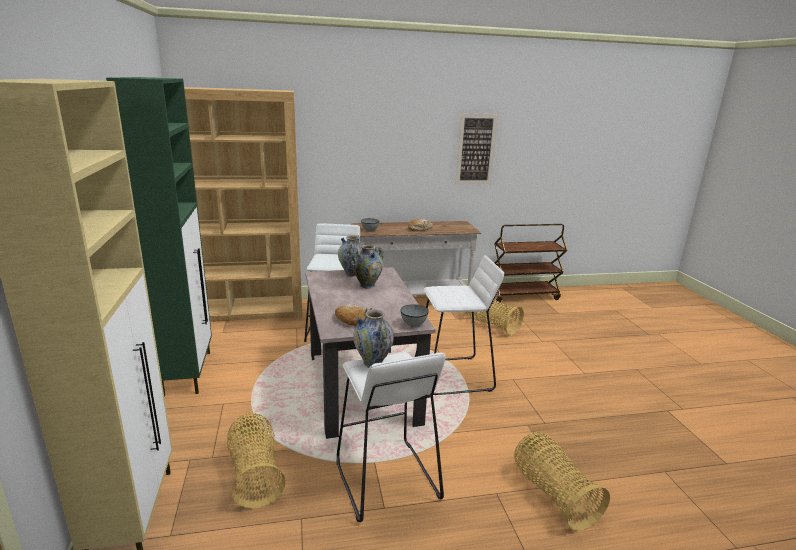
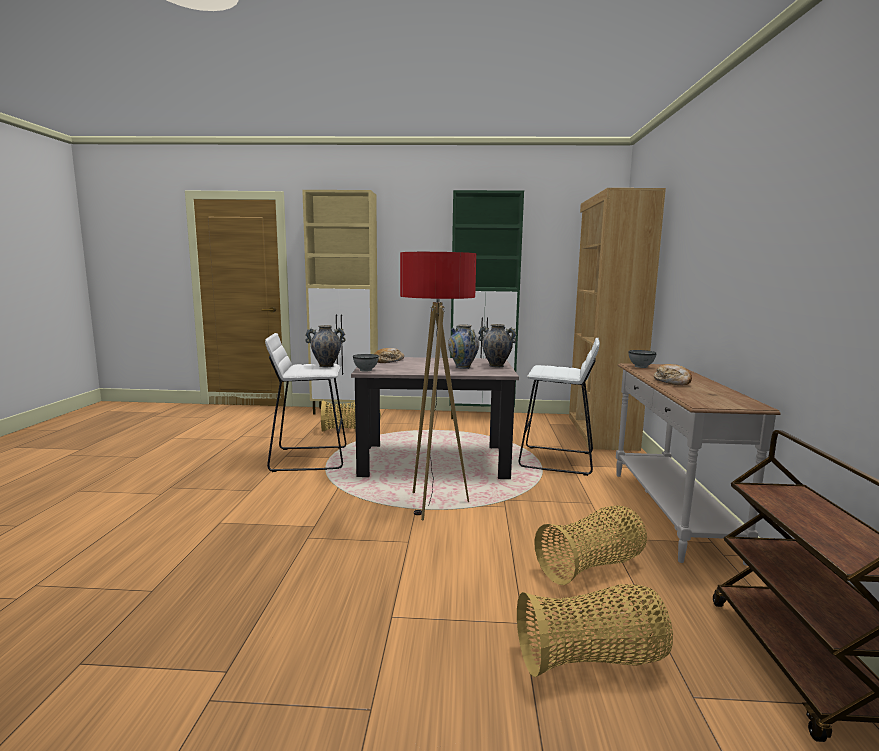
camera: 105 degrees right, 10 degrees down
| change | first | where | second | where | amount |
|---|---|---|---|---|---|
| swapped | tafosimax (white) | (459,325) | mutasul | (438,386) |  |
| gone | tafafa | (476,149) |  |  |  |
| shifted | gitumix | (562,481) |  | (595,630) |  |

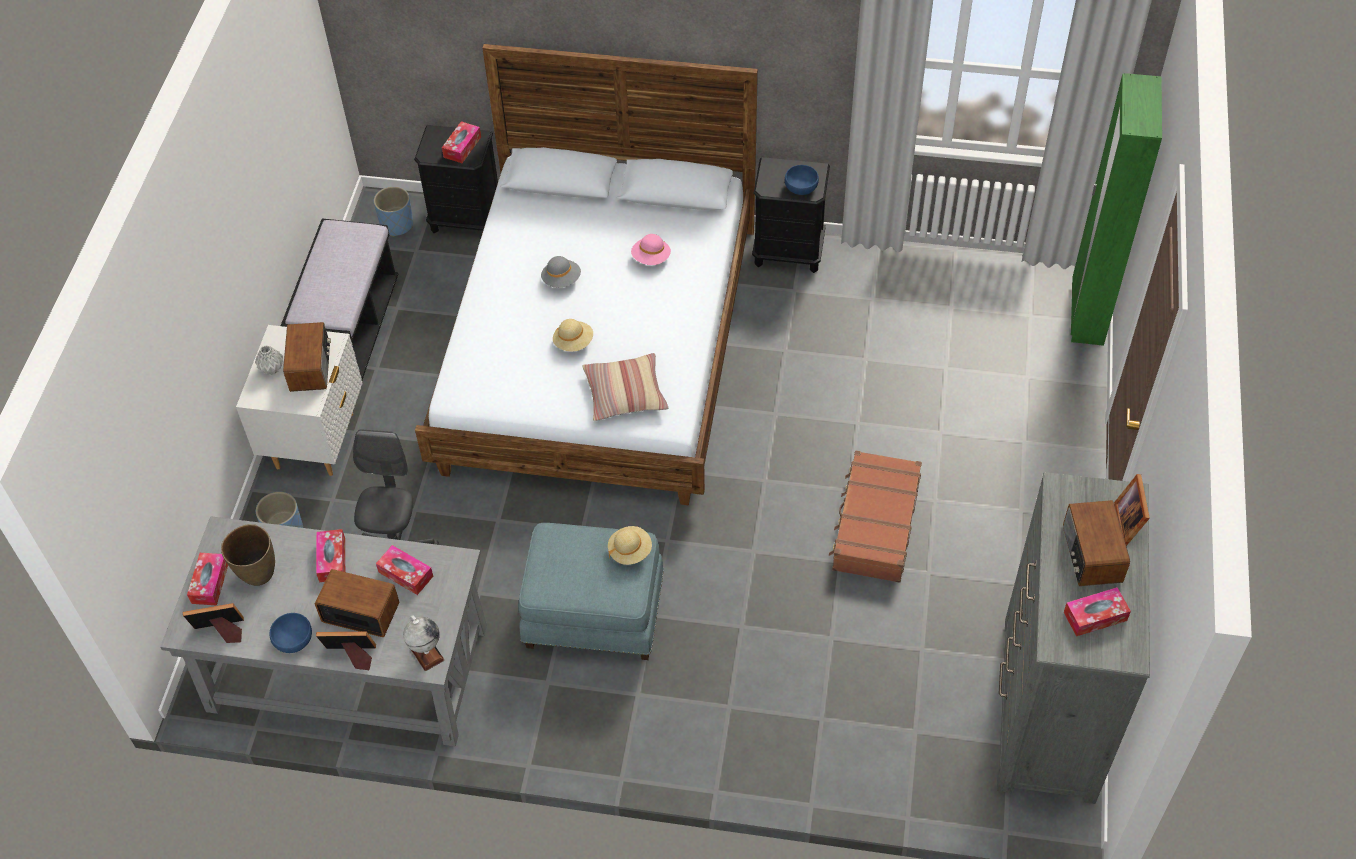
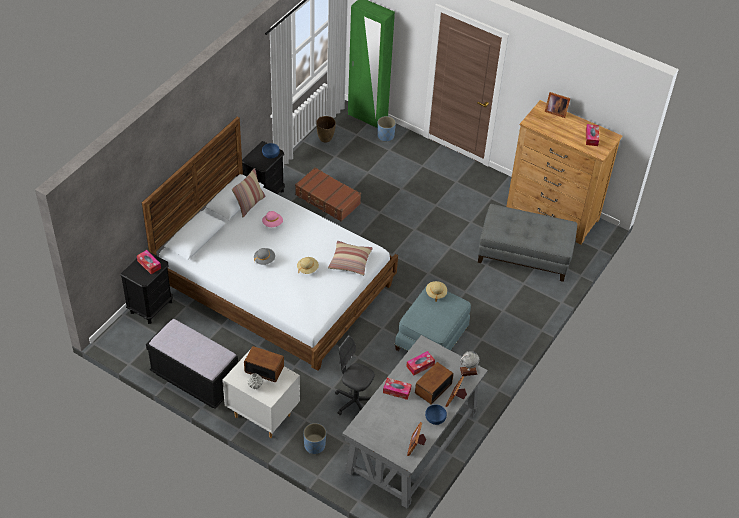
camera: 70 degrees left, 5 degrees down
| change | first | where | second | where | amount |
|---|---|---|---|---|---|
| gone | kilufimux | (207,579) |  |  |  |
| shifted | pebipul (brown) | (248,555) |  | (326,129) |  |
| shifted | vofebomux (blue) | (393,211) |  | (386,128) |  |
| shifted | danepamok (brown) | (875,517) |  | (328,194) |  |
| repainted | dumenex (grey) | (1073,638) | dumenex (brown) | (564,172) |  |
| gone | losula | (1096,543) |  |  |  |
| new |  |  | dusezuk | (248,193) |  |
| new |  |  | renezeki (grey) | (527,243) |  |

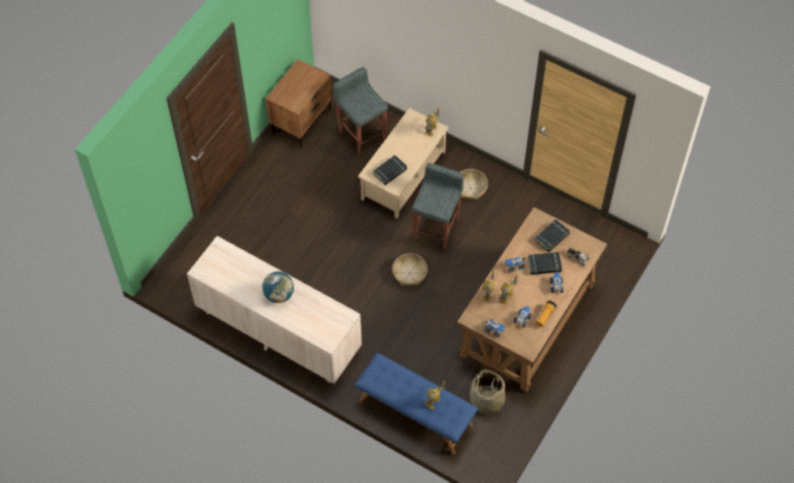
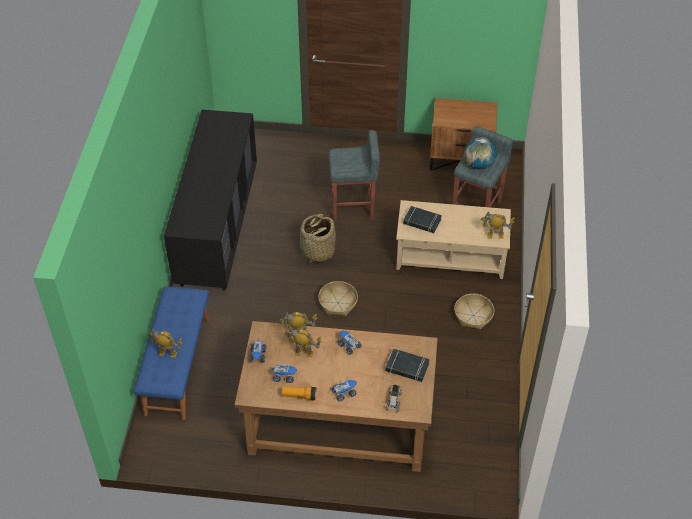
camera: 65 degrees right, 10 degrees down
| change | first | where | second | where | amount |
|---|---|---|---|---|---|
| repainted | dumenex (beige) | (274,310) | dumenex (black) | (210,200) |  |
| shifted | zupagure | (278,287) |  | (480,153) |  |
| shifted | tafosimax (grey) | (438,206) |  | (354,175) |  |
| shifted | gitumix | (487,392) |  | (318,238) |  |
| gone | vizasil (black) | (545,263) |  |  |  |

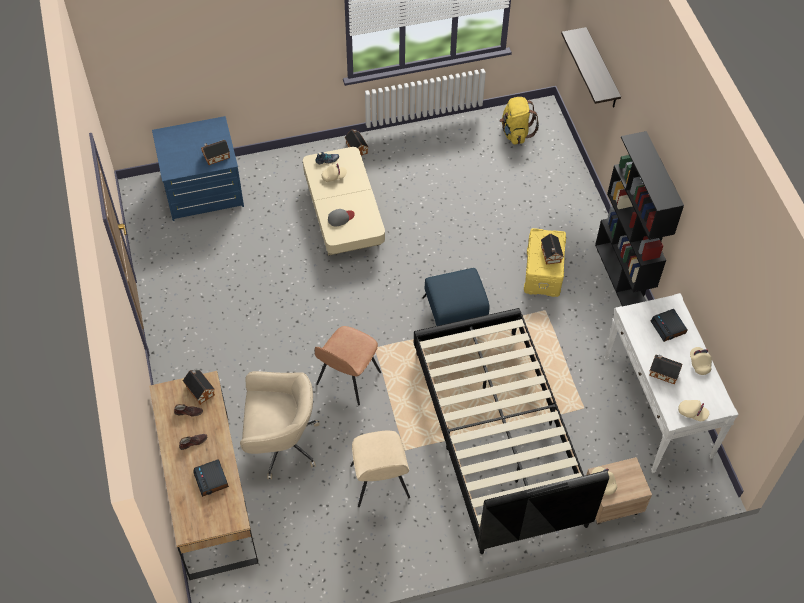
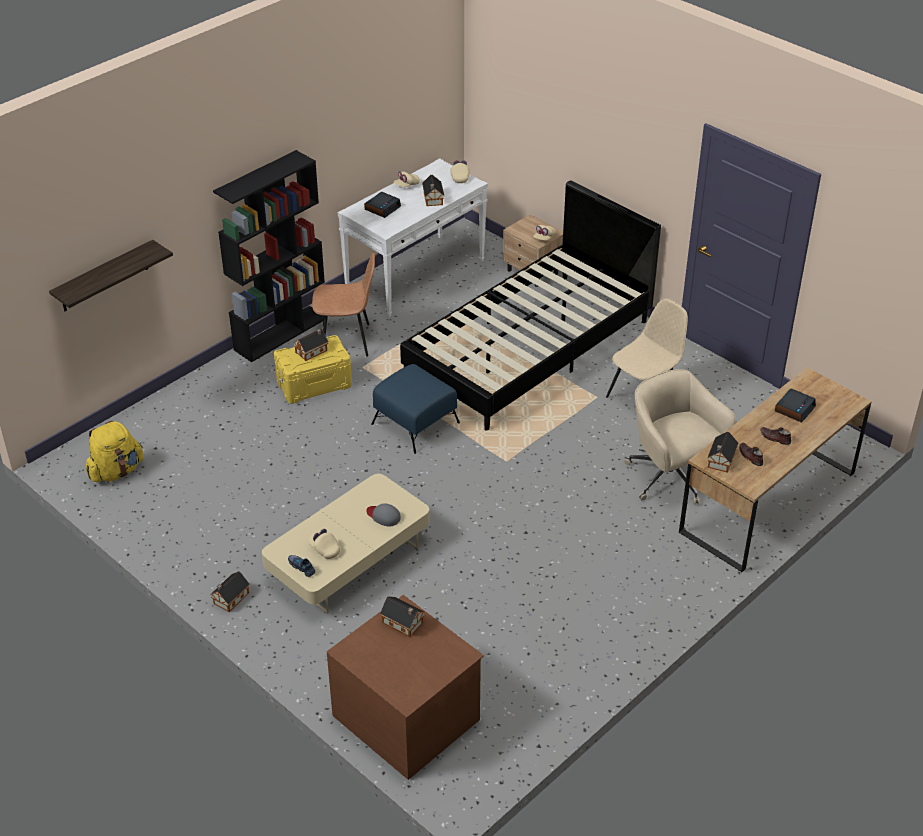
camera: 120 degrees left, 15 degrees down
| change | first | where | second | where | amount |
|---|---|---|---|---|---|
| repainted | dumenex (blue) | (198,168) | dumenex (brown) | (405,687) |  |
| shifted | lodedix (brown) | (348,366) |  | (343,304) |  |

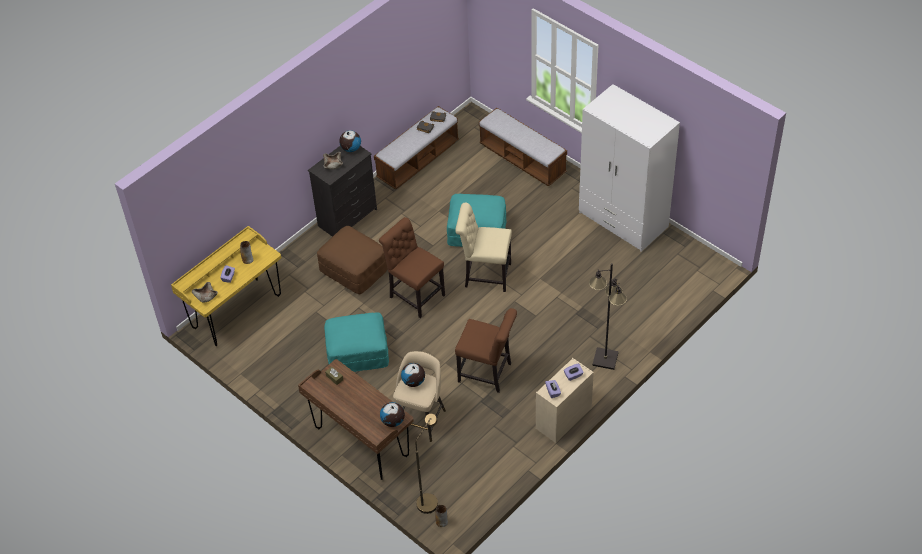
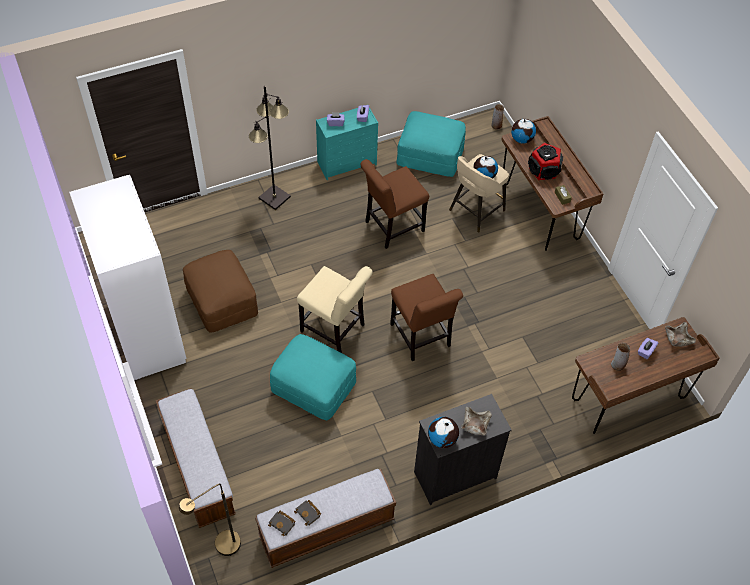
camera: 160 degrees left, 5 degrees up
| change | first | where | second | where | amount |
|---|---|---|---|---|---|
| repainted | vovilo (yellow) | (226,286) | vovilo (brown) | (646,375) |  |
| shifted | renezeki (brown) | (352,260) |  | (220,291) |  |
| shifted | renezeki (turquoise) | (356,342) |  | (431,144) |  |
| shifted | mutasul (brown) | (426,464) |  | (210,519) |  |
| rotated | lodedix (brown) | (486,350) |  | (394,204) | 75 degrees counterclockwise |
| repainted | dumenex (beige) | (565,400) | dumenex (turquoise) | (347,144) |  |
| new |  |  | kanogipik | (545,161) |  |

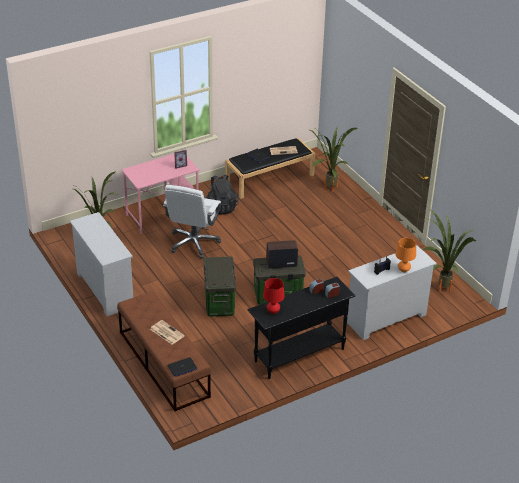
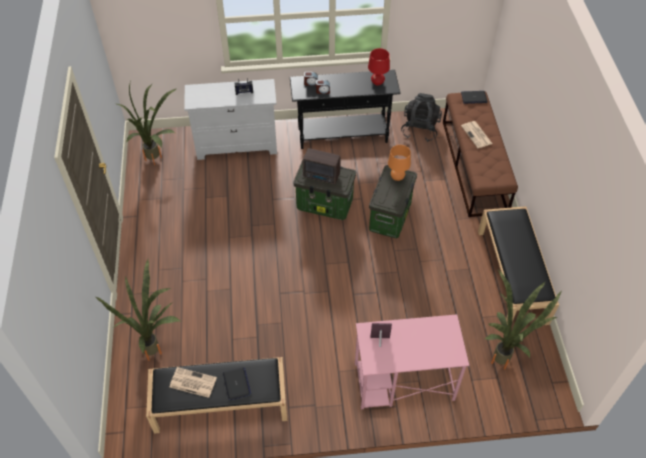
camera: 155 degrees left, 15 degrees up
| change | first | where | second | where | amount |
|---|---|---|---|---|---|
| swapped | dumenex (white) | (101,264) | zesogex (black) | (518,265) |  |
| gone | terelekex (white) | (192,221) |  |  |  |
| shifted | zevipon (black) | (221,195) |  | (421,117) |  |
| shifted | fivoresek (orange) | (406,255) |  | (399,163) |  |

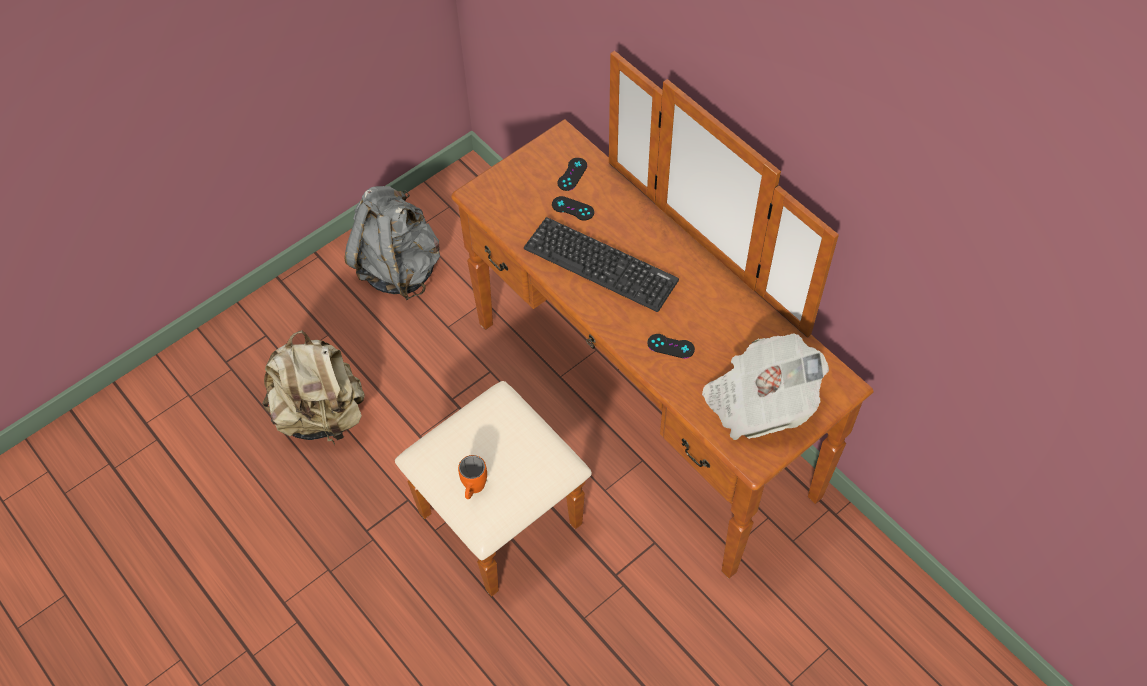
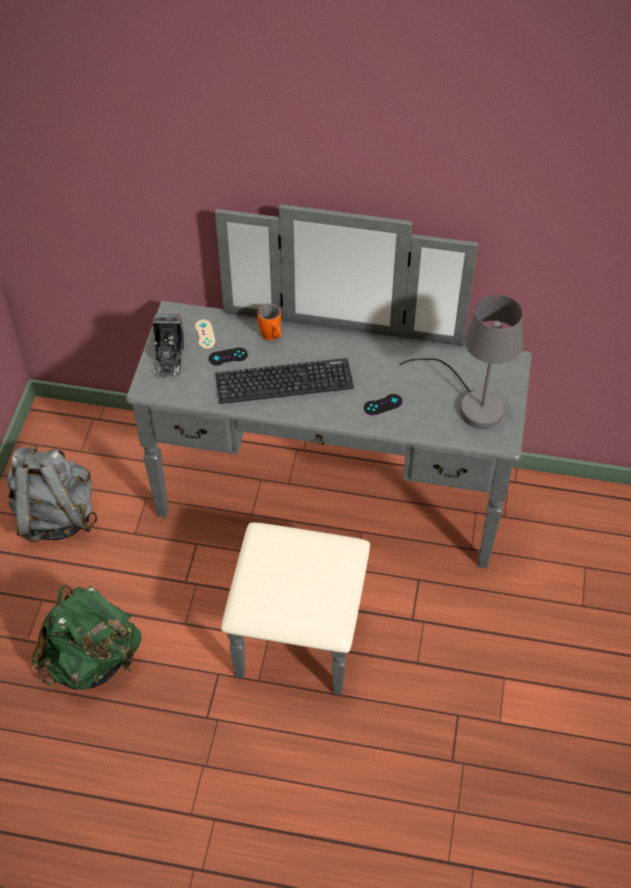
camera: 40 degrees left, 5 degrees down
| change | first | where | second | where | amount |
|---|---|---|---|---|---|
| repainted | zevipon (beige) | (313,387) | zevipon (green) | (86,637) |  |
| repainted | dumenex (brown) | (634,324) | dumenex (grey) | (329,449) |  |
| shifted | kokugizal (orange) | (472,477) |  | (269,322) |  |
| repainted | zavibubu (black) | (572,174) | zavibubu (beige) | (205,334) |  |
| swapped | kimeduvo | (765,386) | fivoresek (grey) | (461,362) |  |
| new |  |  | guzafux | (168,345) |  |

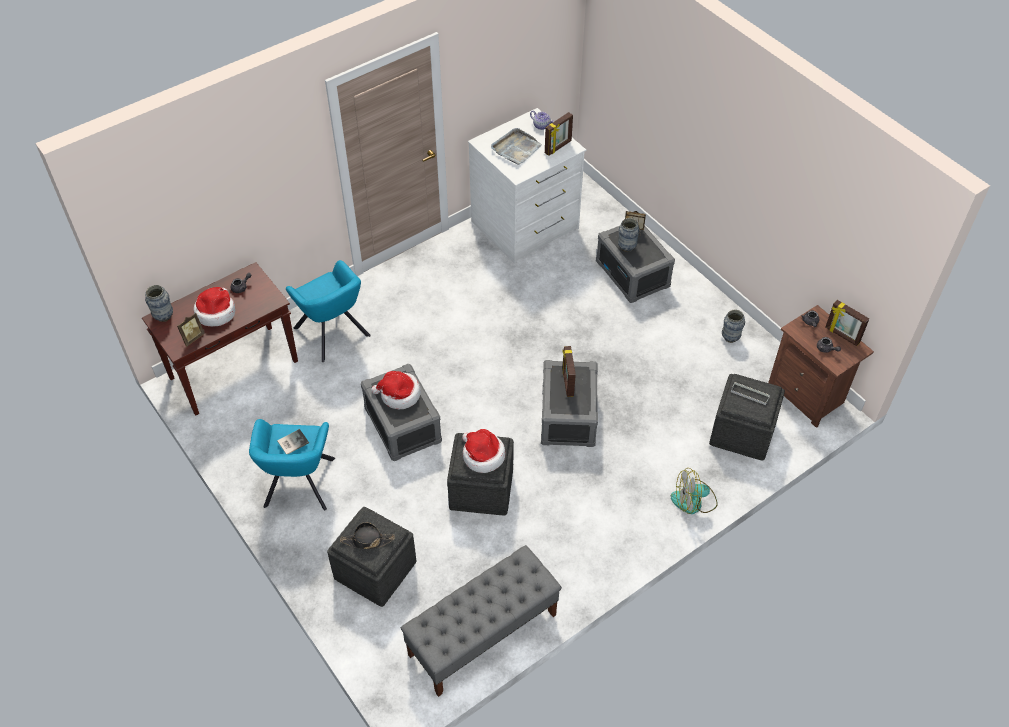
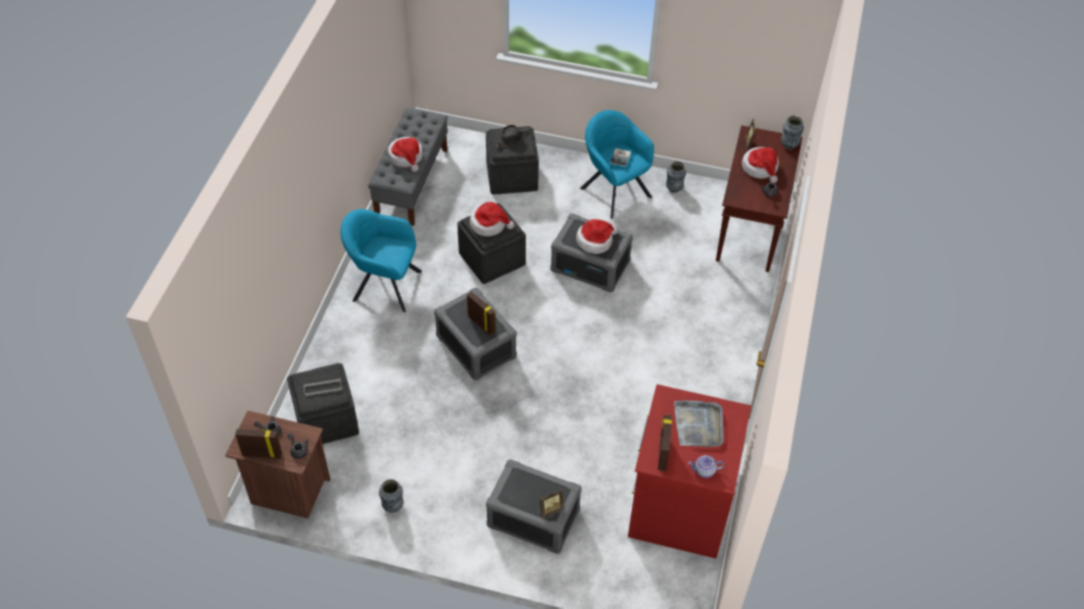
camera: 140 degrees right, 0 degrees up
| change | first | where | second | where | amount |
|---|---|---|---|---|---|
| shifted | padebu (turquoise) | (328,311) |  | (381,260) |  |
| repainted | dumenex (white) | (527,186) | dumenex (red) | (689,471) |  |
| shifted | pebipul | (629,235) |  | (676,177) |  |
| gone | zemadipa | (694,491) |  |  |  |
| new |  |  | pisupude | (405,154) |  |

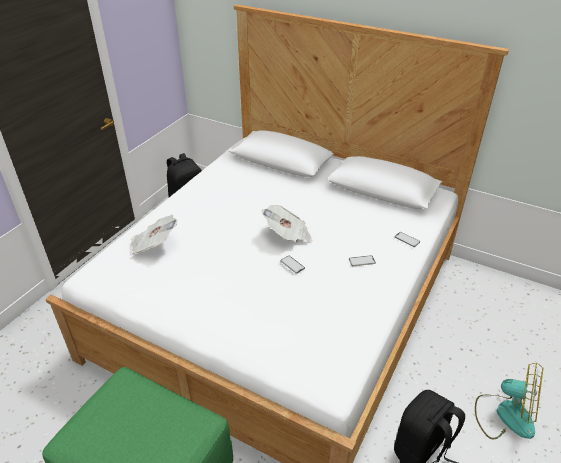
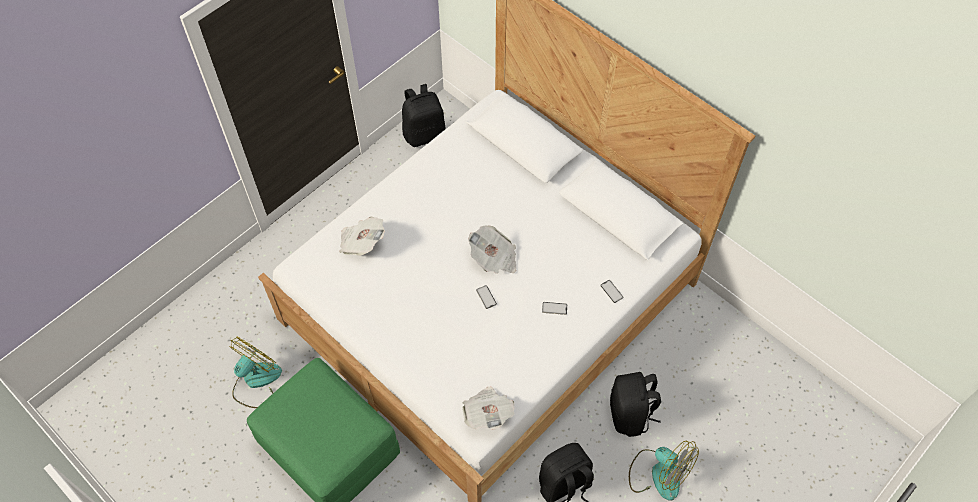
camera: 15 degrees right, 20 degrees up
| change | first | where | second | where | amount |
|---|---|---|---|---|---|
| new |  |  | zemadipa | (255,372) |  |
| new |  |  | kimeduvo | (488,408) |  |
| new |  |  | zevipon (black) | (635,404) |  |

